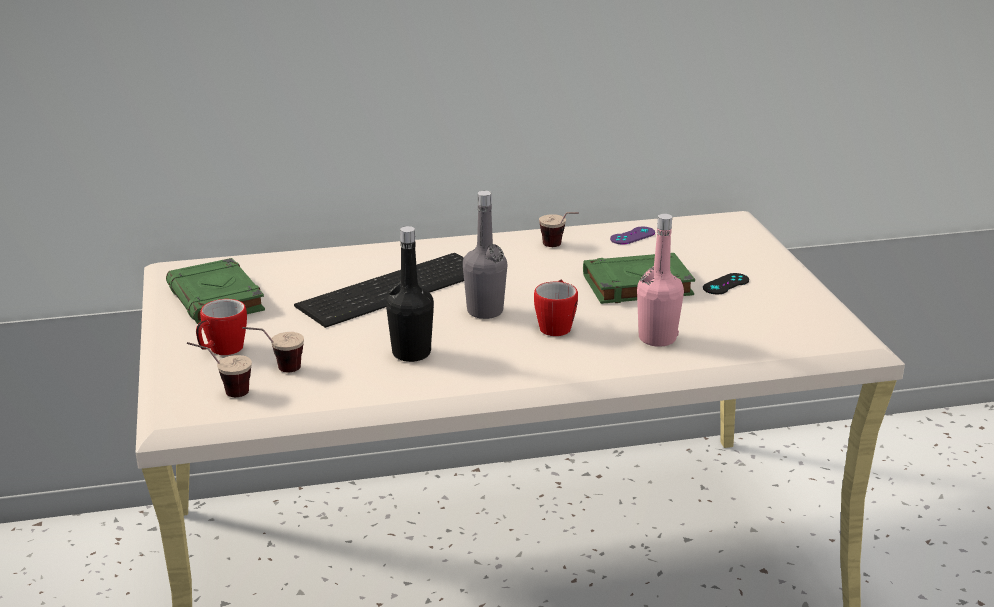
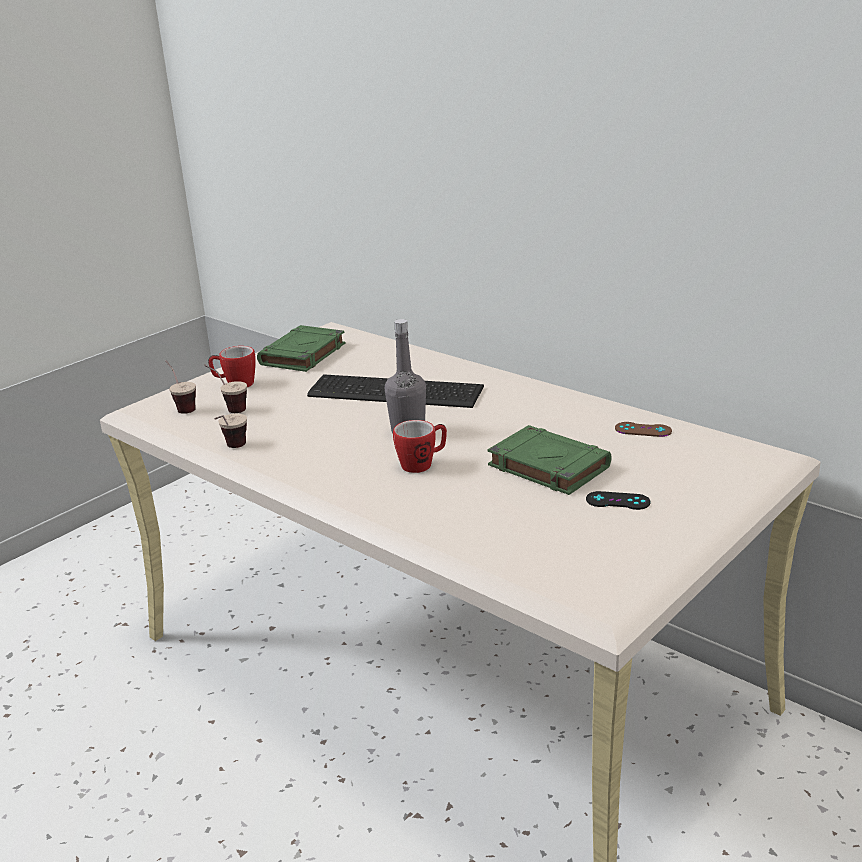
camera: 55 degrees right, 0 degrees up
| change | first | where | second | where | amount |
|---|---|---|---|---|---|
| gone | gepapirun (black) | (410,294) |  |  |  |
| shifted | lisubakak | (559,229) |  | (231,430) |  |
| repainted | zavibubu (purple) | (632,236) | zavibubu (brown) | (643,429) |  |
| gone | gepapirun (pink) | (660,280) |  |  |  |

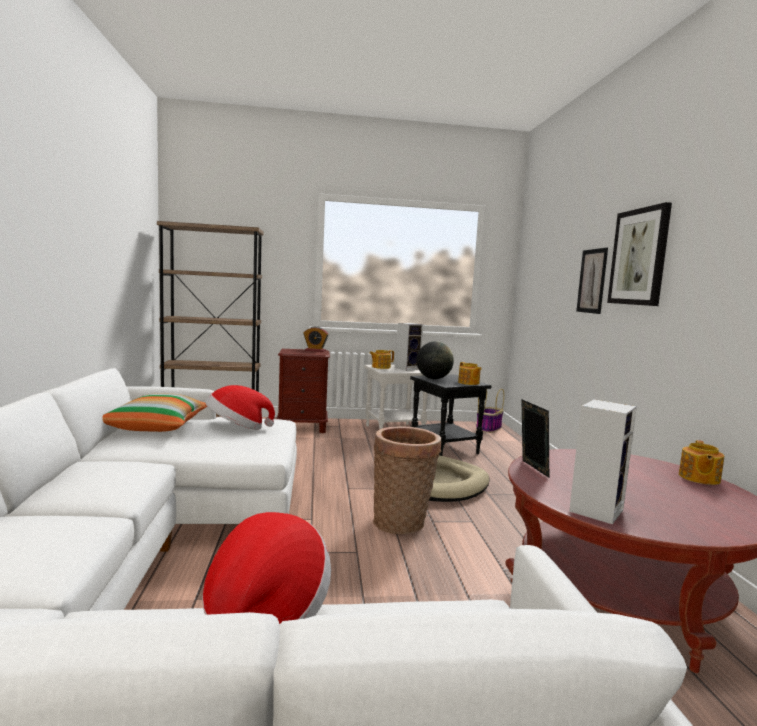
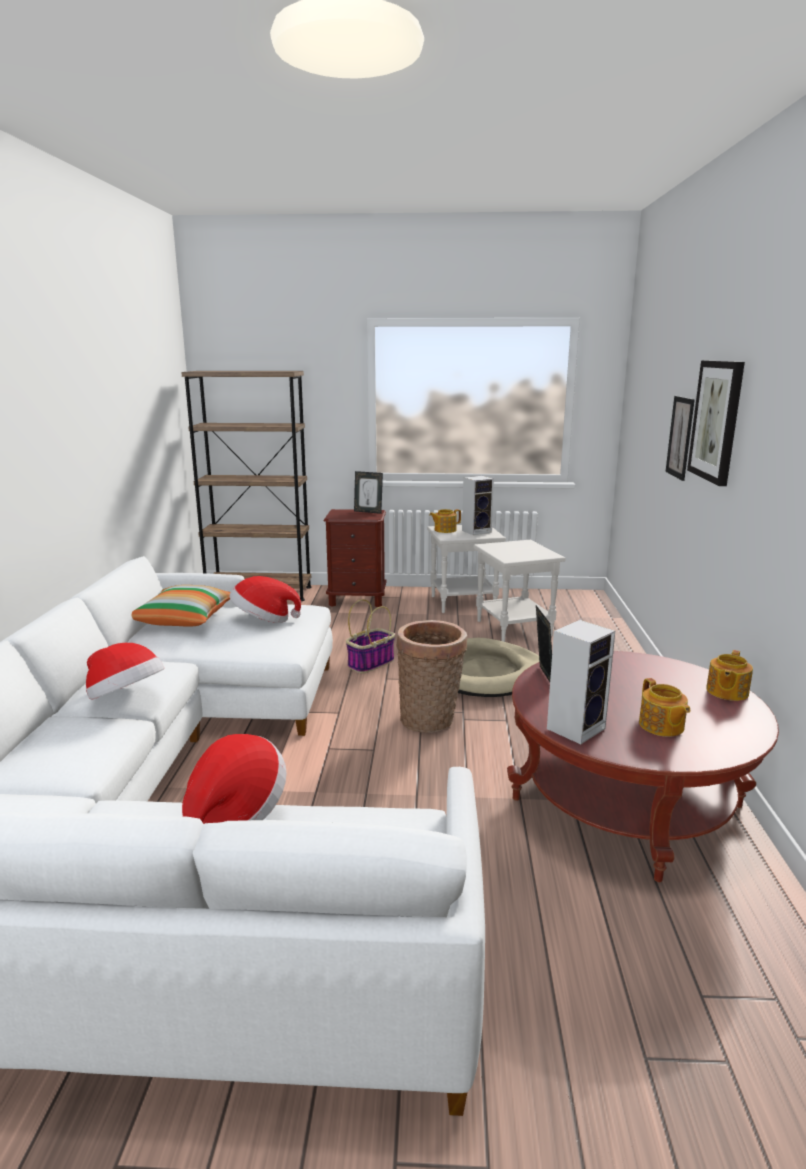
camera: 10 degrees right, 10 degrees up
| change | first | where | second | where | amount |
|---|---|---|---|---|---|
| swapped | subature | (316,339) | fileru | (368,492) |  |
| repainted | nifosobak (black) | (450,415) | nifosobak (white) | (520,591) |  |
| gone | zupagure | (435,360) |  |  |  |
| shifted | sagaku | (469,373) |  | (664,707) |  |
| shifted | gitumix | (490,411) |  | (370,636) |  |
| new |  |  | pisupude | (125,671) |  |

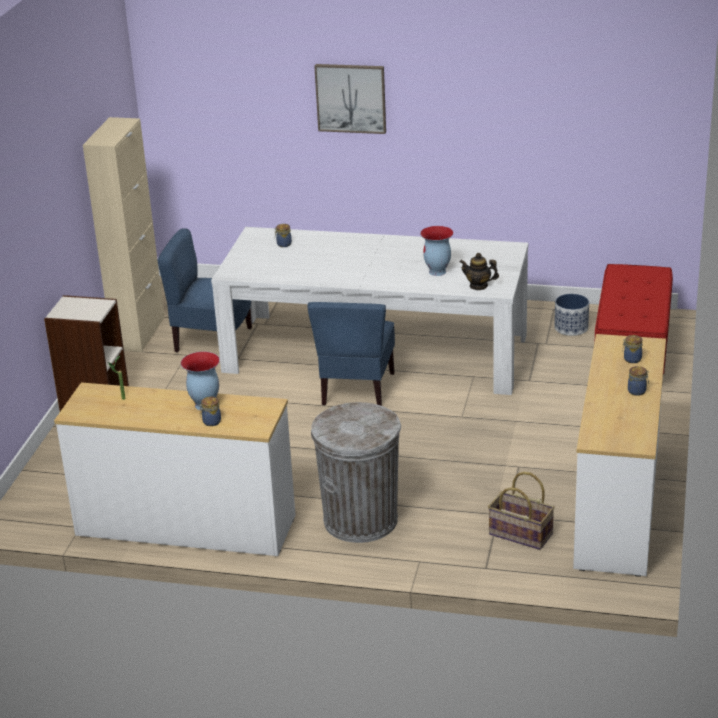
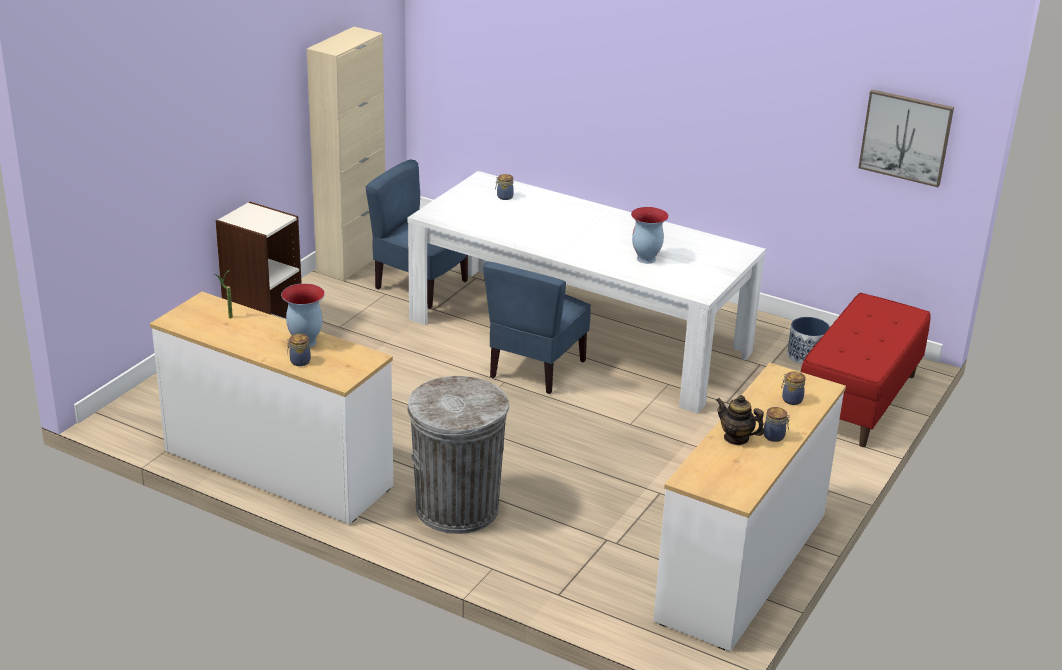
camera: 15 degrees right, 0 degrees up
| change | first | where | second | where | amount |
|---|---|---|---|---|---|
| shifted | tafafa | (350,99) |  | (906,138) |  |
| shifted | sagaku | (479,271) |  | (740,420) |  |
| gone | gitumix | (521,511) |  |  |  |

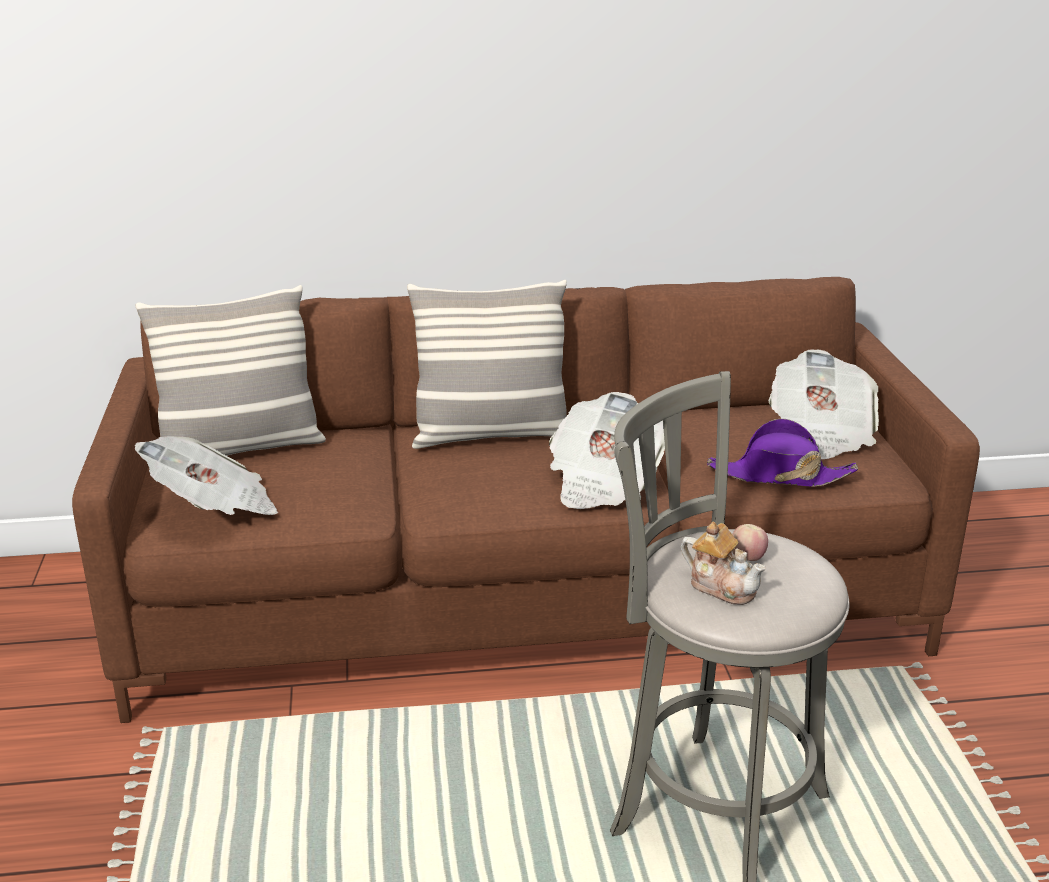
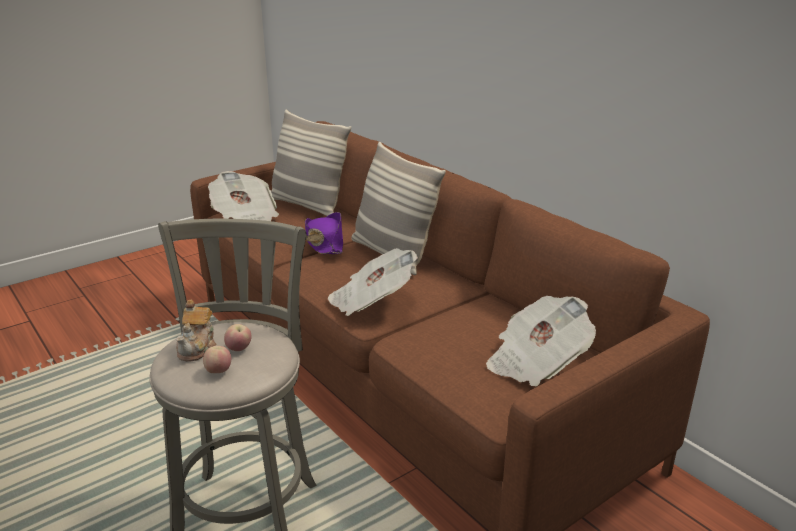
camera: 60 degrees right, 0 degrees up
| change | first | where | second | where | amount |
|---|---|---|---|---|---|
| shifted | pisupude (purple) | (783,453) |  | (324,233) |  |
| new |  |  | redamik | (217,359) |  |

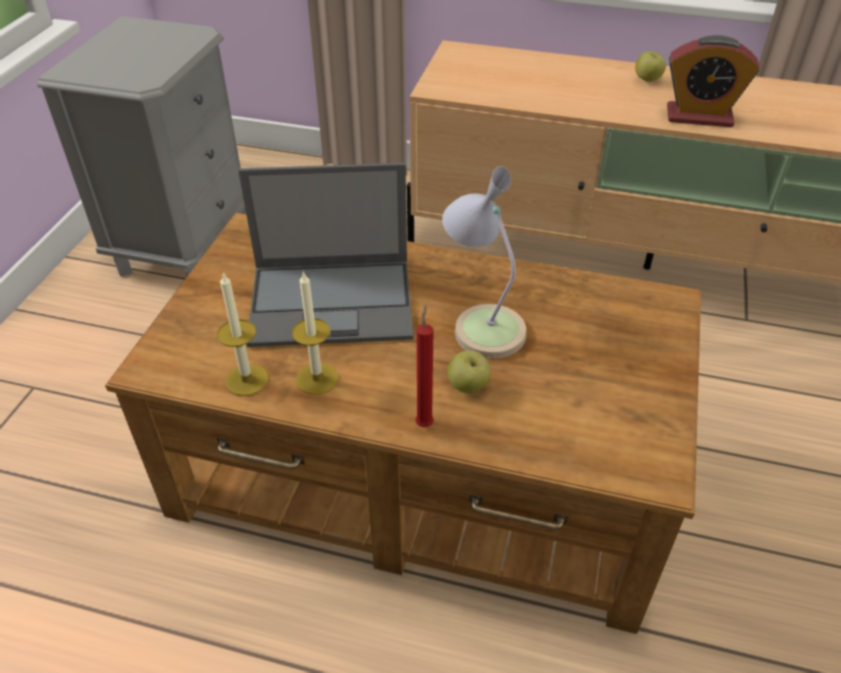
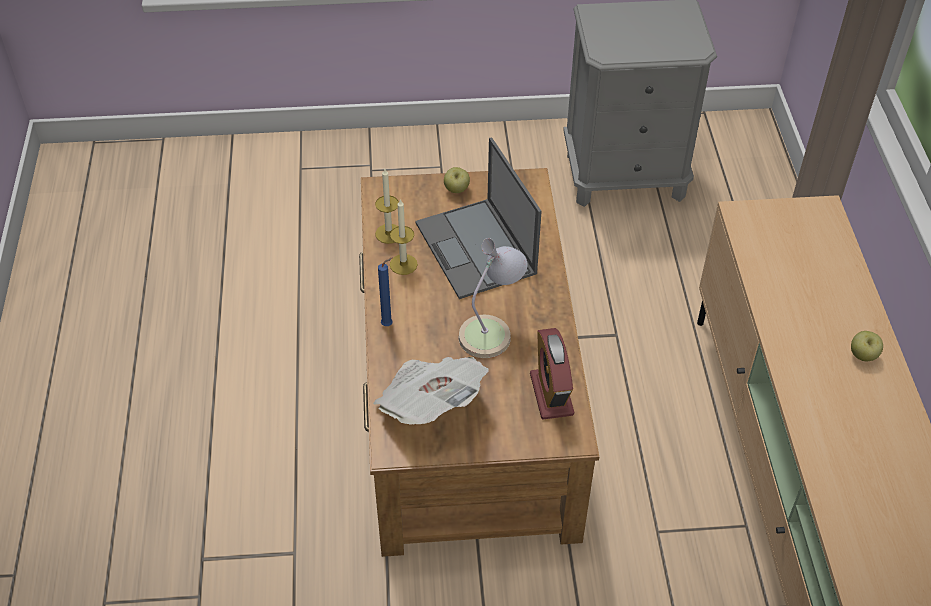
camera: 70 degrees right, 5 degrees up
| change | first | where | second | where | amount |
|---|---|---|---|---|---|
| repainted | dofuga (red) | (424,366) | dofuga (blue) | (385,292) |  |
| shifted | redamik | (469,371) |  | (457,180) |  |
| shifted | subature | (713,81) |  | (552,373) |  |
| new |  |  | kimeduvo | (431,391) |  |

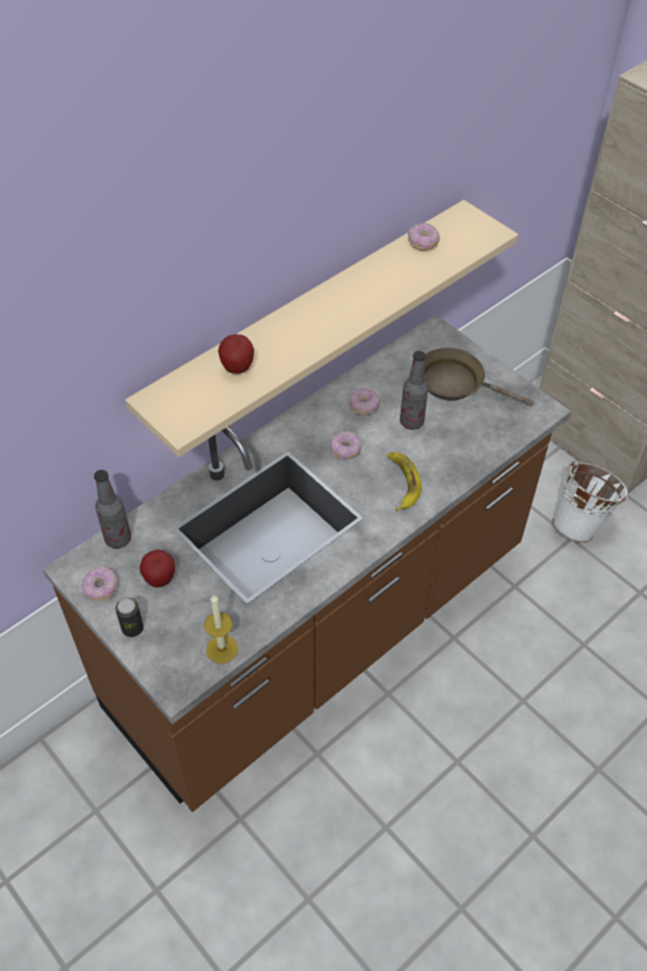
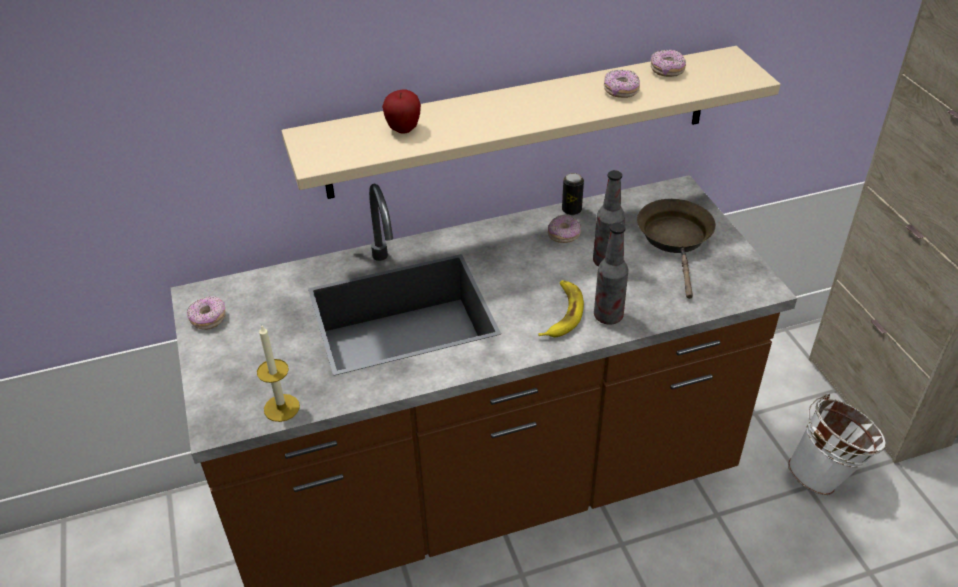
camera: 25 degrees right, 10 degrees down
| change | first | where | second | where | amount |
|---|---|---|---|---|---|
| shifted | gepapirun | (112,509) |  | (611,274) |  |
| shifted | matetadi | (129,617) |  | (573,194) |  |
| gone | redamik | (157,568) |  |  |  |
| shifted | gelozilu | (346,445) |  | (622,84) |  |
| rotated | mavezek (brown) | (479,377) |  | (676,249) | 45 degrees clockwise |

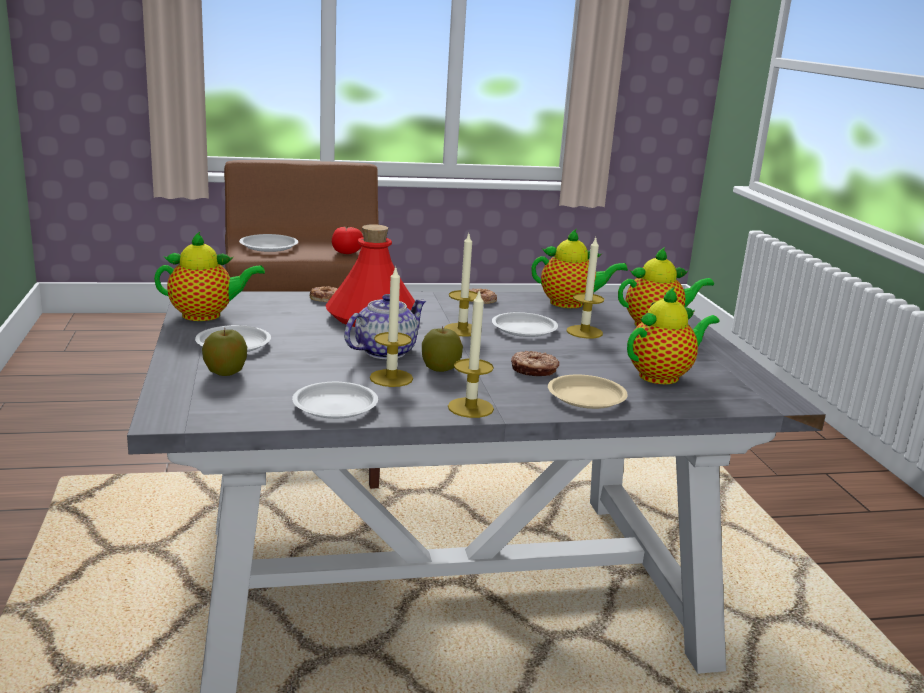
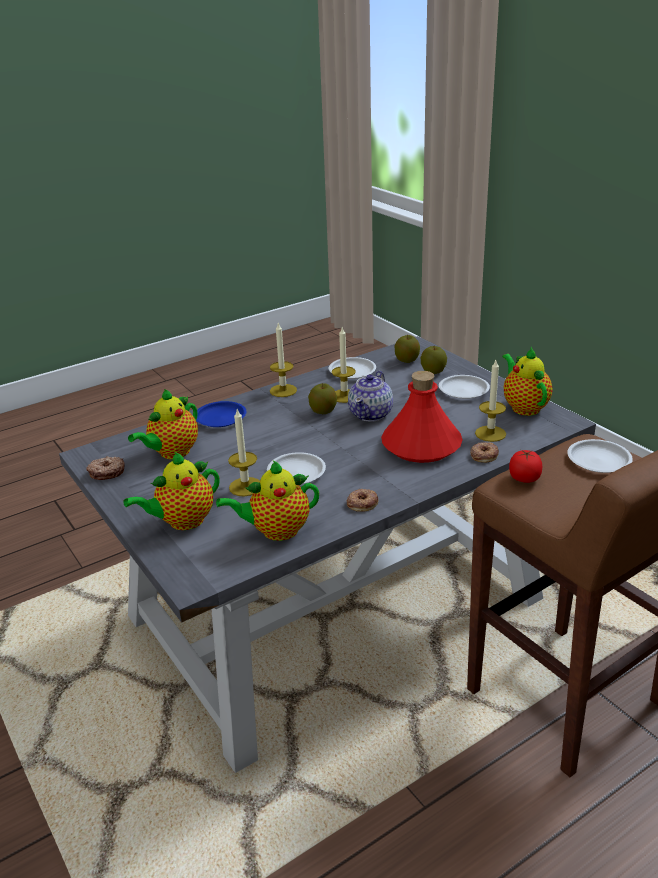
camera: 160 degrees right, 10 degrees up
| change | first | where | second | where | amount |
|---|---|---|---|---|---|
| rotated | sagaku | (209,276) |  | (527,381) | 105 degrees clockwise |
| shifted | dofuga | (461,285) |  | (490,401) |  |
| shifted | gelozilu | (535,363) |  | (105,468) |  |
| repainted | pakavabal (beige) | (588,392) | pakavabal (blue) | (221,414) |  |
| new |  |  | redamik | (407,349) |  |

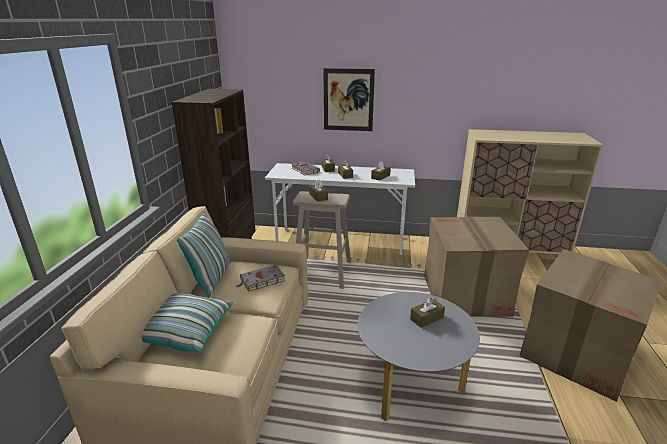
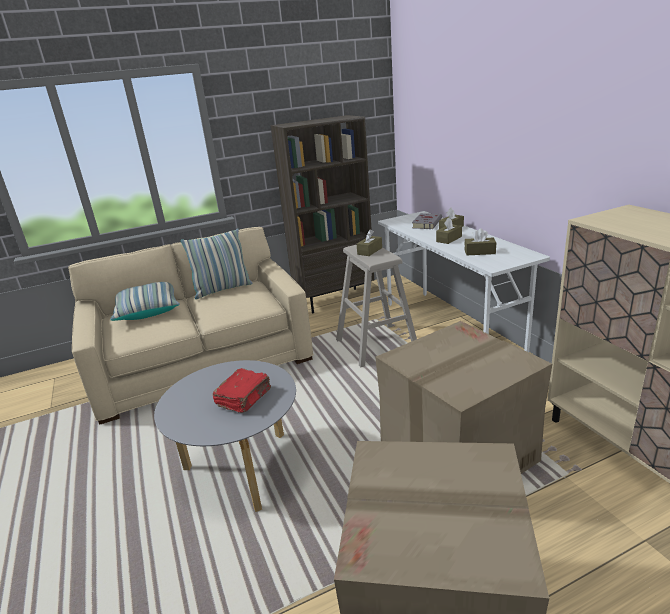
camera: 60 degrees right, 0 degrees up
| change | first | where | second | where | amount |
|---|---|---|---|---|---|
| gone | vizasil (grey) | (261,278) |  |  |  |
| gone | tafafa | (349,99) |  |  |  |
| swapped | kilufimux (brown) | (427,312) | vizasil (red) | (241,390) |  |

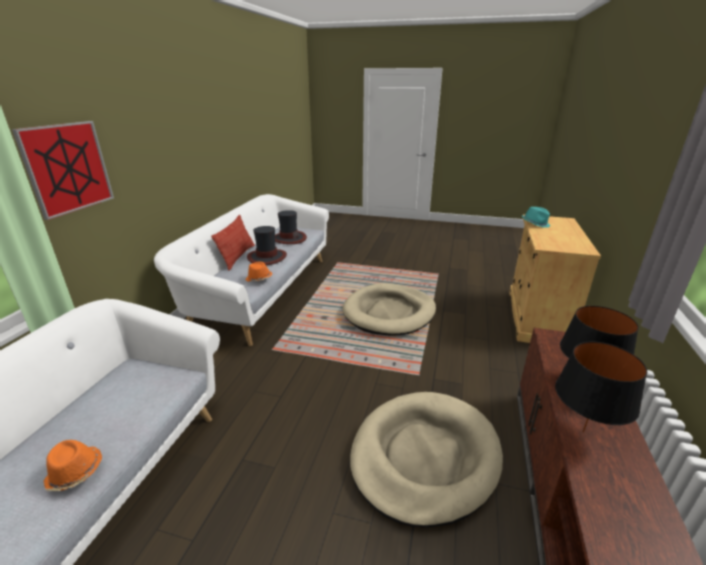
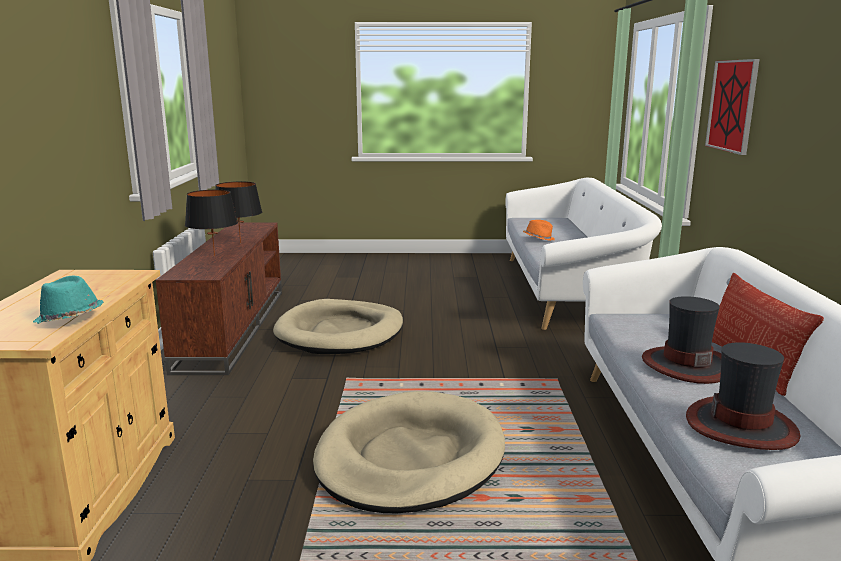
camera: 165 degrees right, 10 degrees down
| change | first | where | second | where | amount |
|---|---|---|---|---|---|
| gone | pisupude (orange) | (259,271) |  |  |  |

